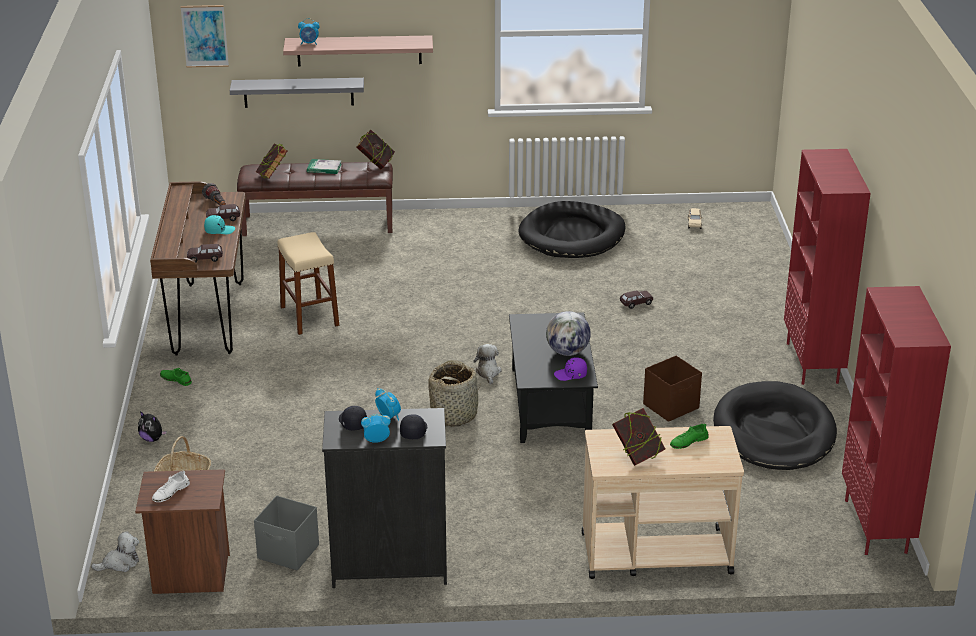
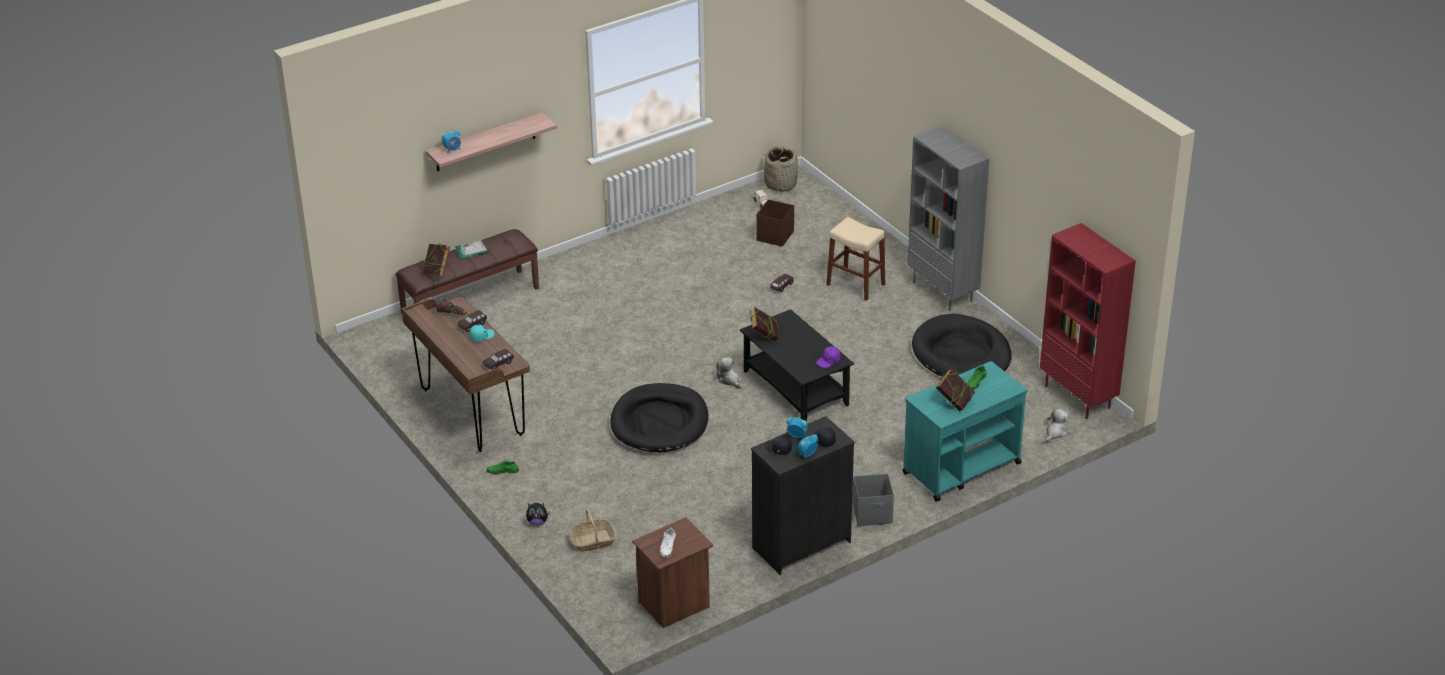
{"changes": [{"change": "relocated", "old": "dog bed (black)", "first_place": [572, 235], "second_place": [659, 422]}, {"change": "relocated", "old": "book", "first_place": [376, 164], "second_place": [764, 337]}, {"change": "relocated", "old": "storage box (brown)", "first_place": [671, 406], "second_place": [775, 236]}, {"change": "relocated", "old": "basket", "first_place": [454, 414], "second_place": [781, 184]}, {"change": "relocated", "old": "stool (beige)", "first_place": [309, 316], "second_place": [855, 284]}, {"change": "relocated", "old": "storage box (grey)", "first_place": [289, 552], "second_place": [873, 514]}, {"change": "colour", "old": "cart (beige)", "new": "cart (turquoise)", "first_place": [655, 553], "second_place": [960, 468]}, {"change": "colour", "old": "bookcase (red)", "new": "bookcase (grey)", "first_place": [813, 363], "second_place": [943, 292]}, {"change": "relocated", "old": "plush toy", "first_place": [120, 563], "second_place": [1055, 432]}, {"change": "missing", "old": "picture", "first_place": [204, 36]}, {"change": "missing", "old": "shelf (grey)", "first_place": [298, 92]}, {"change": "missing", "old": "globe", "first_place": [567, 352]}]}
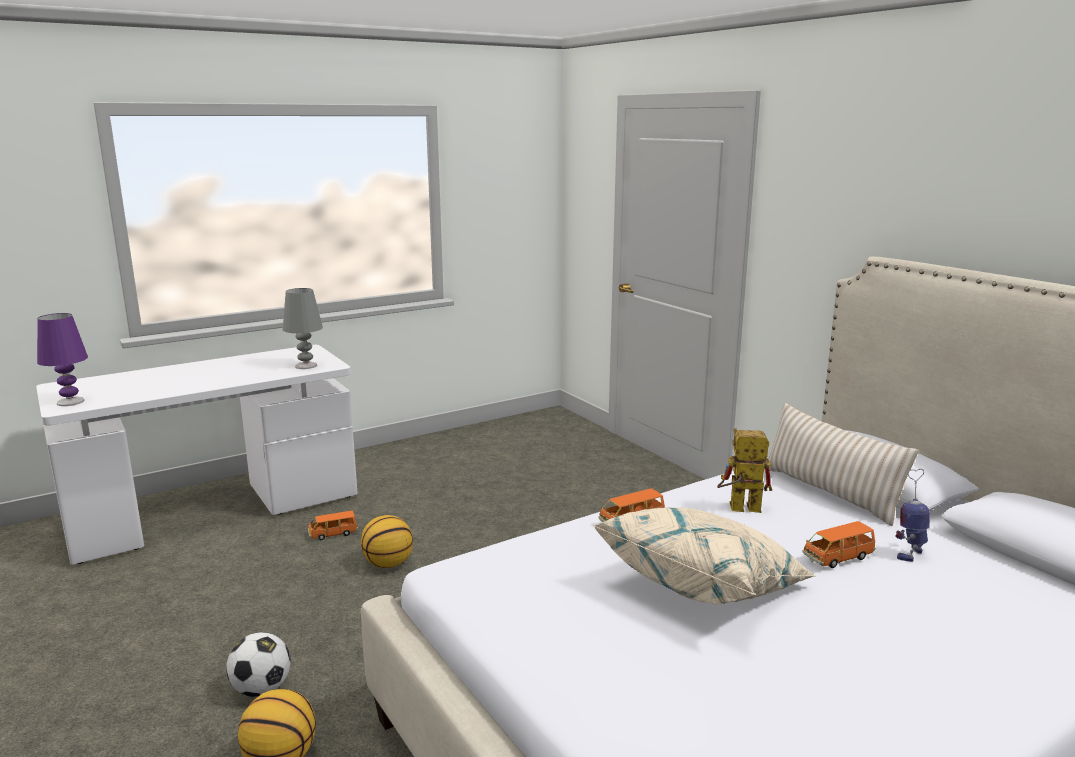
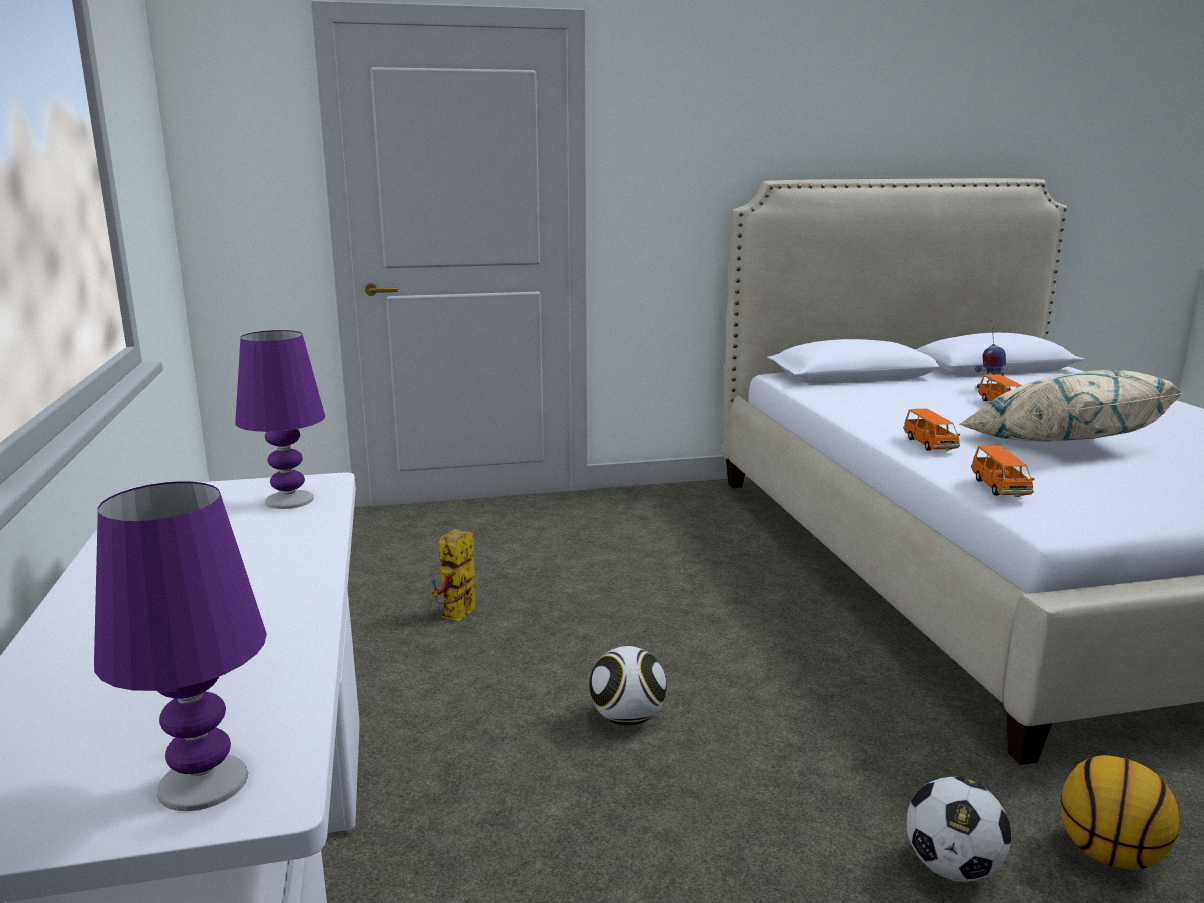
{"changes": [{"change": "colour", "old": "table lamp (grey)", "new": "table lamp (purple)", "first_place": [306, 365], "second_place": [289, 500]}, {"change": "relocated", "old": "toy robot", "first_place": [738, 509], "second_place": [457, 617]}, {"change": "exchanged", "old": "basketball", "new": "football", "first_place": [388, 564], "second_place": [628, 718]}, {"change": "relocated", "old": "toy car (orange)", "first_place": [333, 534], "second_place": [999, 488]}, {"change": "missing", "old": "pillow (beige)", "first_place": [829, 492]}]}
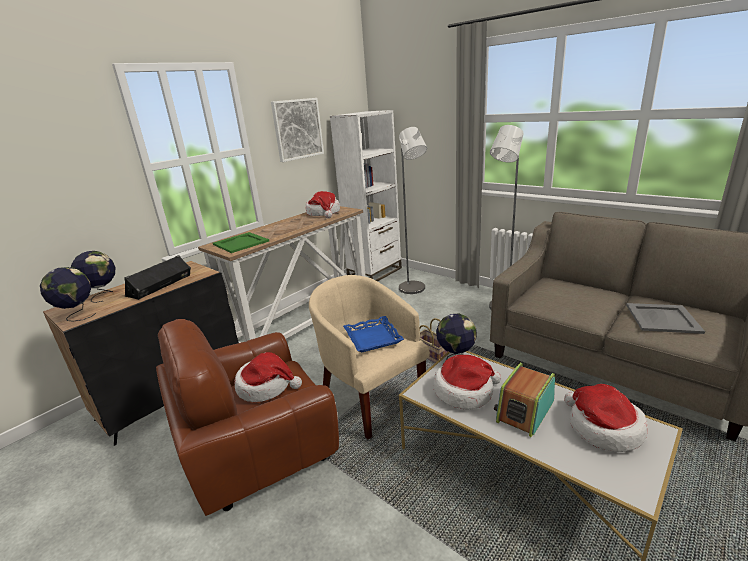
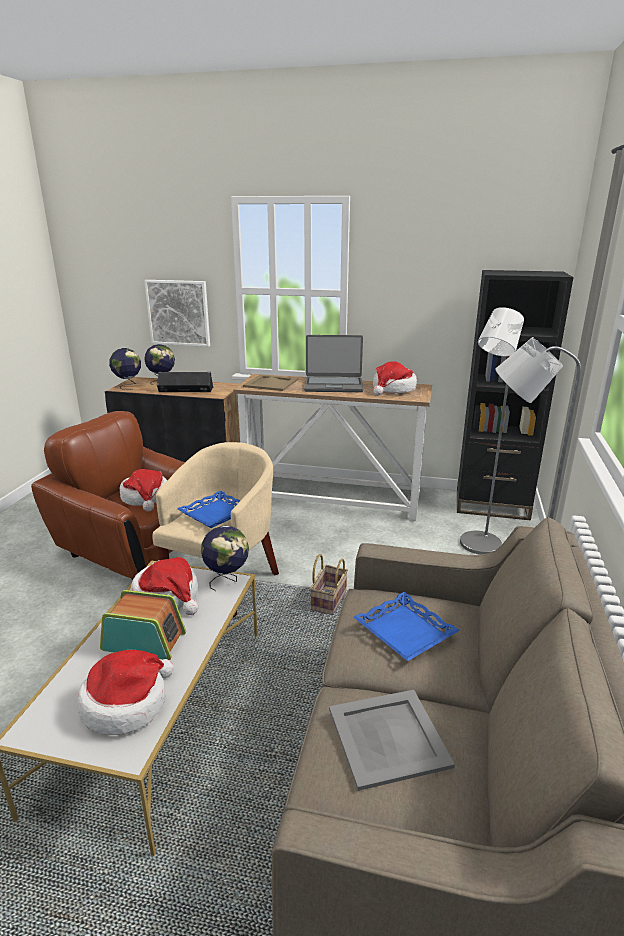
{"changes": [{"change": "relocated", "old": "picture", "first_place": [297, 129], "second_place": [178, 313]}, {"change": "colour", "old": "tray (green)", "new": "tray (beige)", "first_place": [240, 243], "second_place": [270, 383]}, {"change": "appeared", "new": "laptop", "second_place": [333, 385]}, {"change": "appeared", "new": "tray (blue)", "second_place": [404, 632]}, {"change": "colour", "old": "bookcase (white)", "new": "bookcase (black)", "first_place": [375, 272], "second_place": [492, 505]}]}
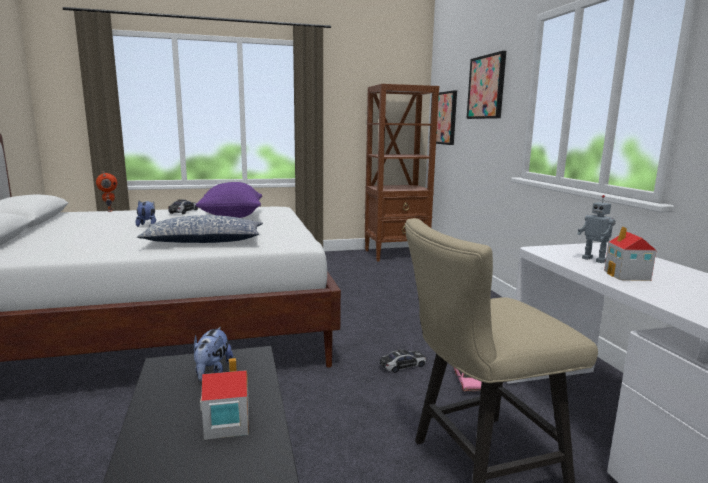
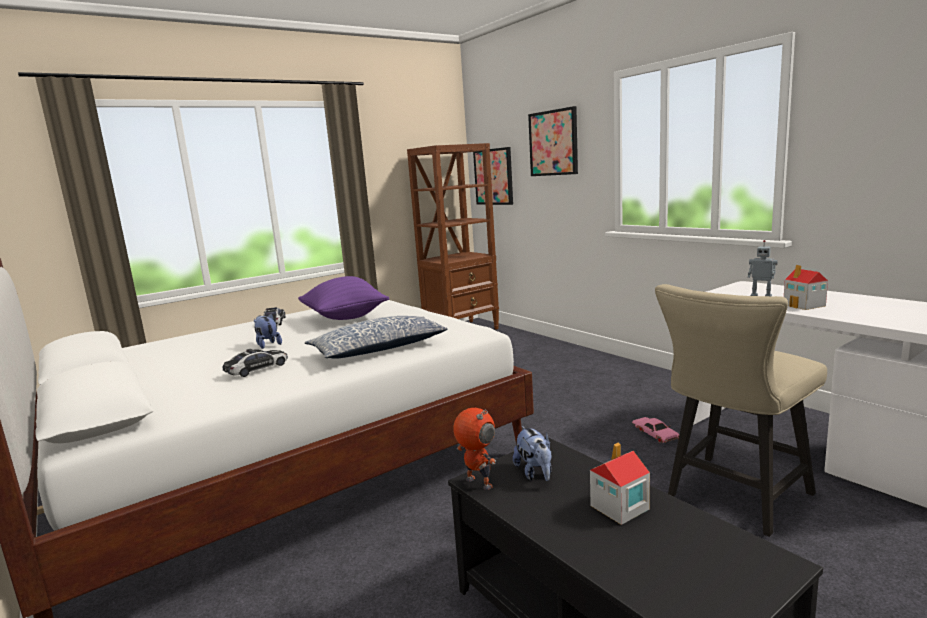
{"changes": [{"change": "relocated", "old": "toy car", "first_place": [402, 366], "second_place": [257, 369]}, {"change": "relocated", "old": "toy robot", "first_place": [109, 210], "second_place": [477, 484]}]}
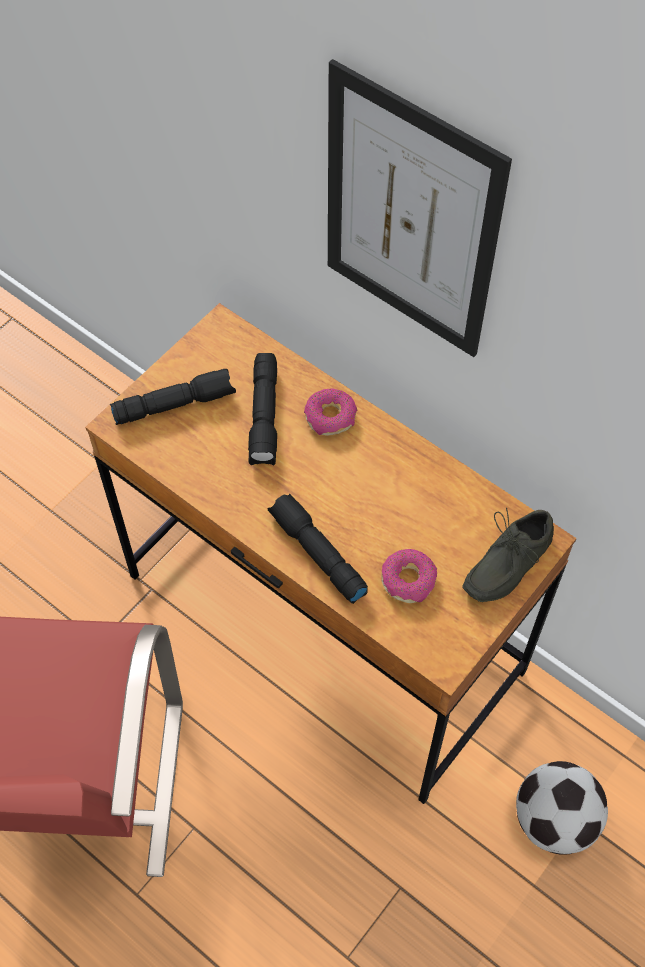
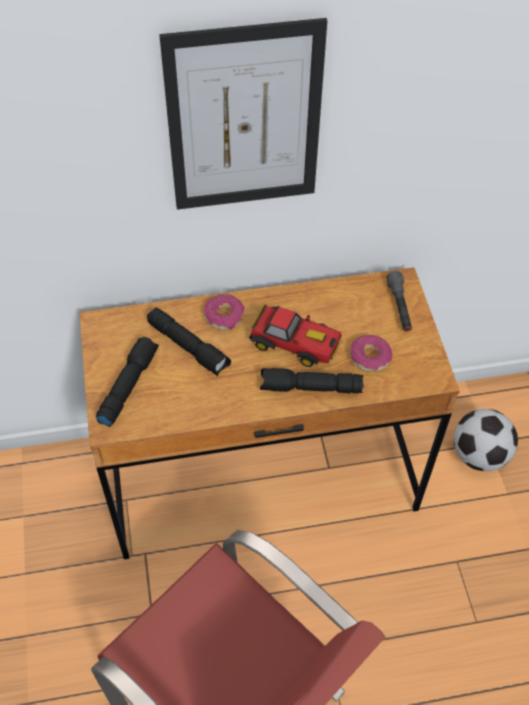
{"changes": [{"change": "appeared", "new": "toy car", "second_place": [295, 344]}, {"change": "exchanged", "old": "shoe (grey)", "new": "flashlight (grey)", "first_place": [504, 562], "second_place": [399, 307]}]}
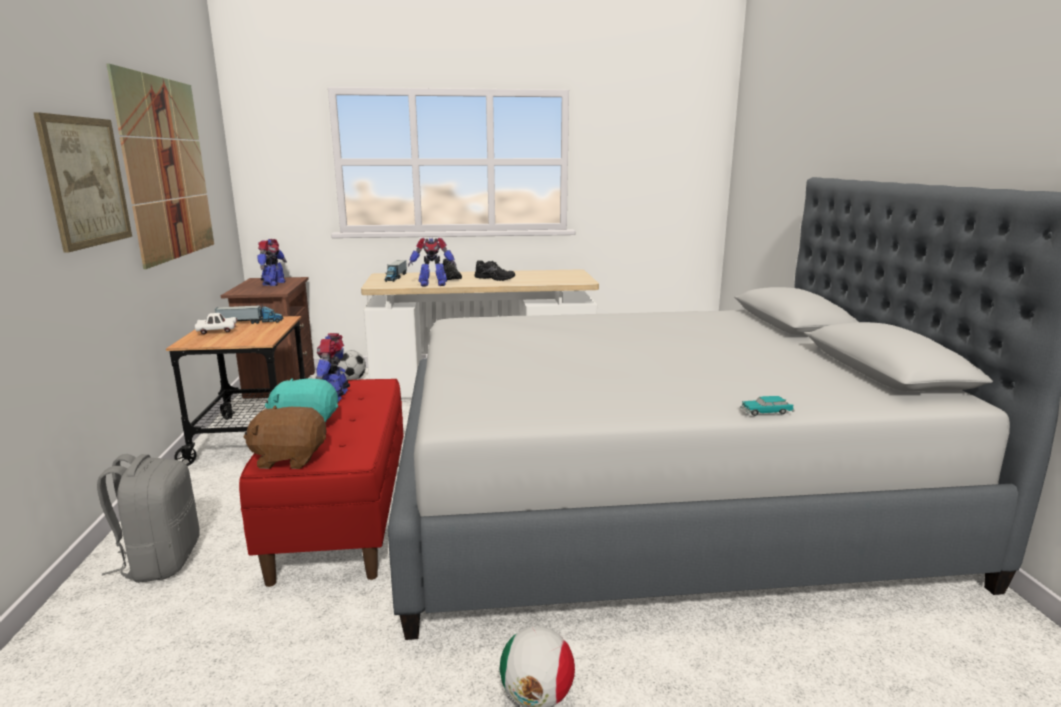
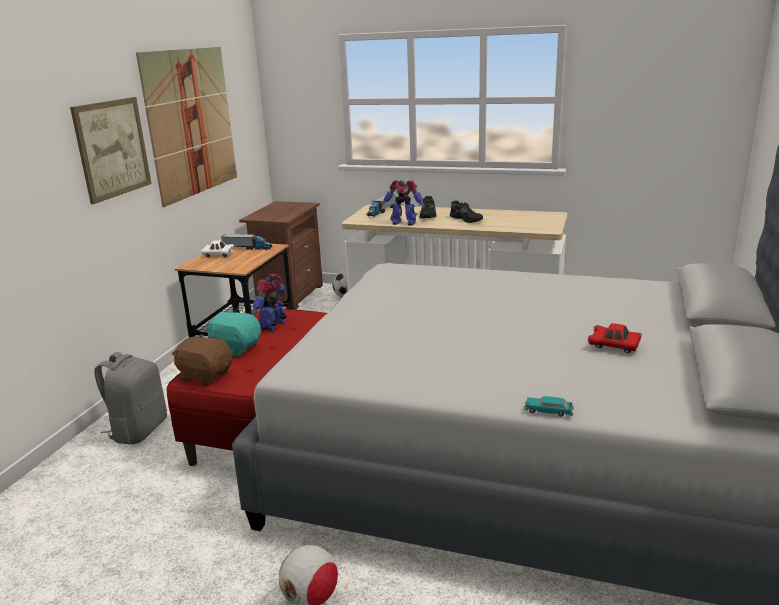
{"changes": [{"change": "appeared", "new": "toy car (red)", "second_place": [614, 346]}, {"change": "missing", "old": "toy robot", "first_place": [273, 283]}]}
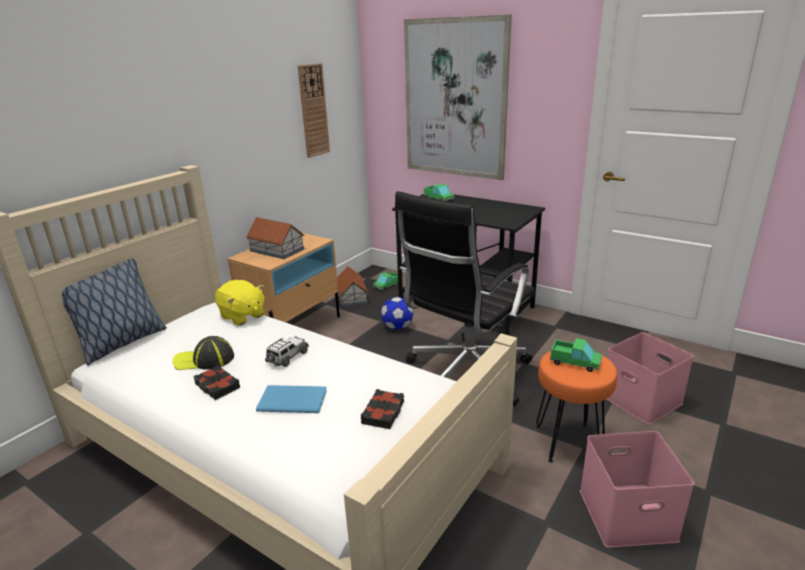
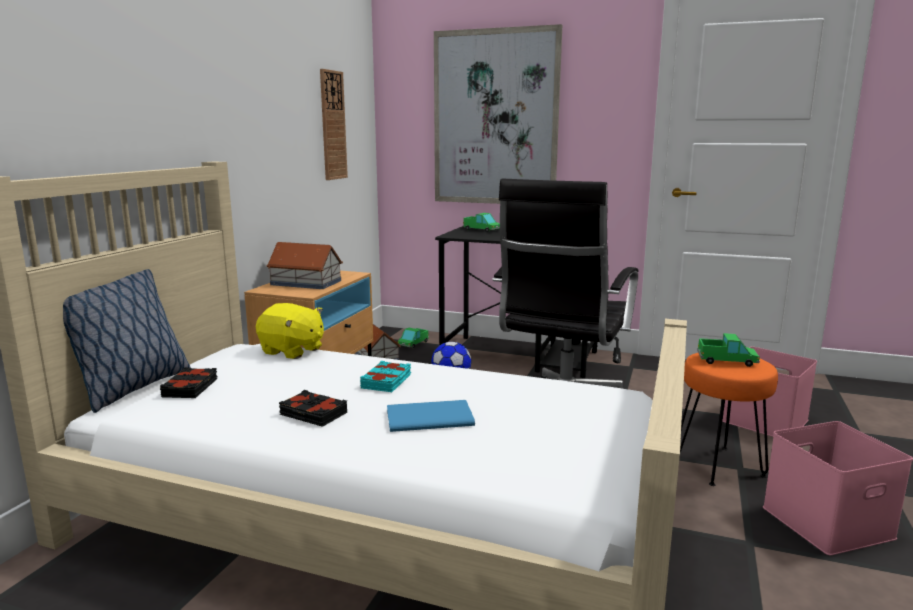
{"changes": [{"change": "relocated", "old": "book (black)", "first_place": [384, 413], "second_place": [191, 388]}, {"change": "exchanged", "old": "toy car", "new": "book (turquoise)", "first_place": [287, 357], "second_place": [387, 381]}, {"change": "missing", "old": "cap", "first_place": [204, 360]}]}
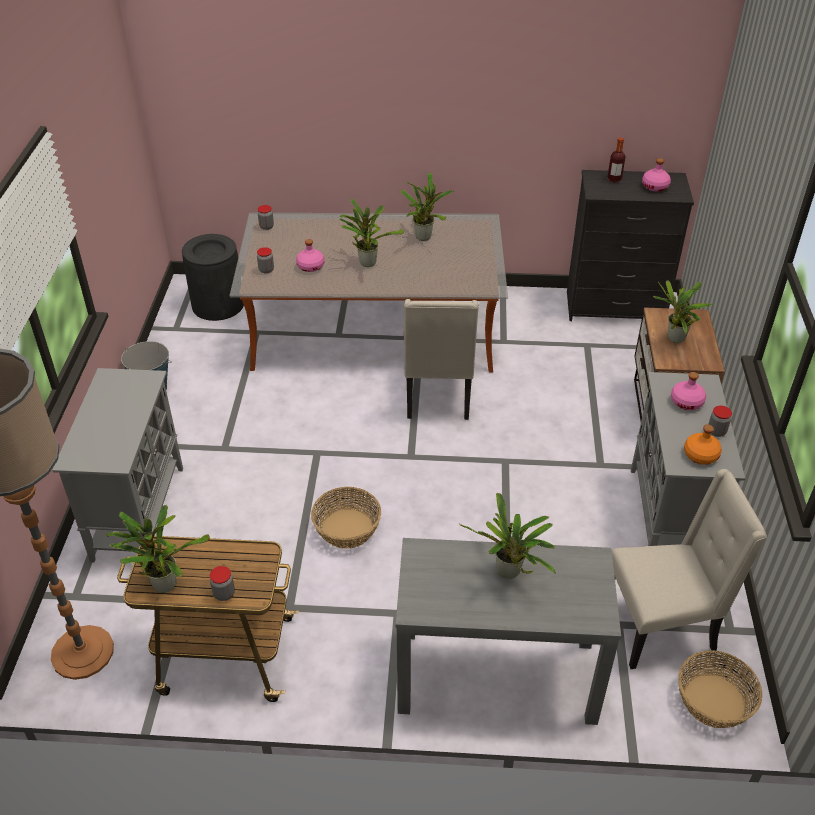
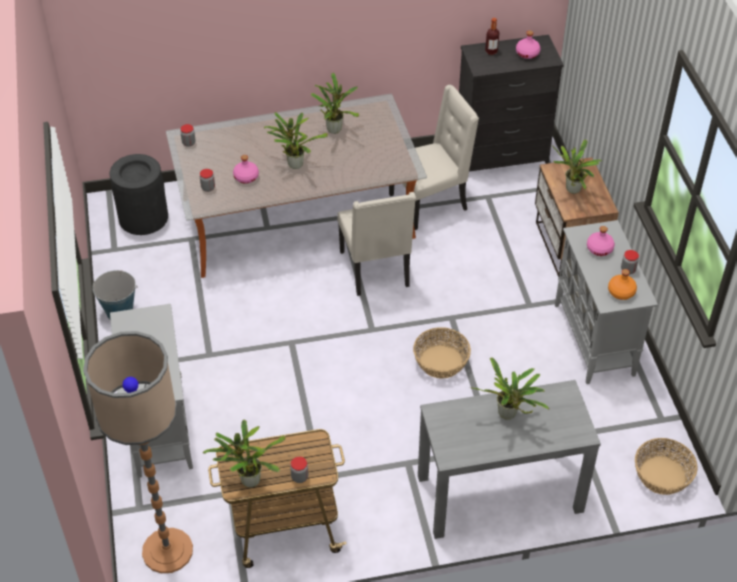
{"changes": [{"change": "relocated", "old": "chair (beige)", "first_place": [661, 626], "second_place": [430, 202]}, {"change": "relocated", "old": "basket", "first_place": [347, 528], "second_place": [441, 361]}]}
